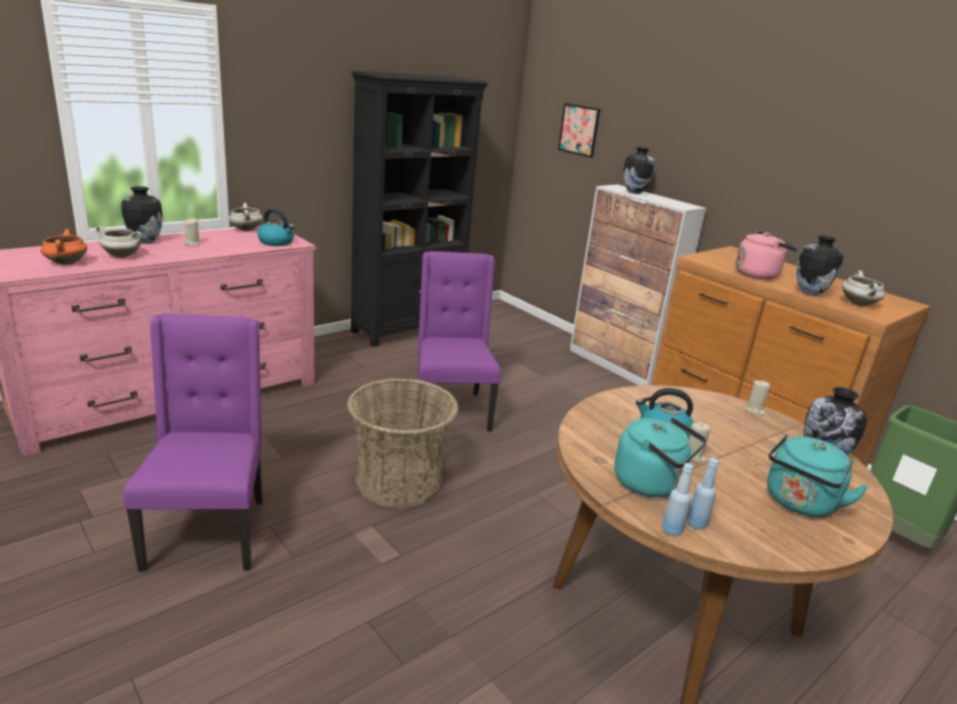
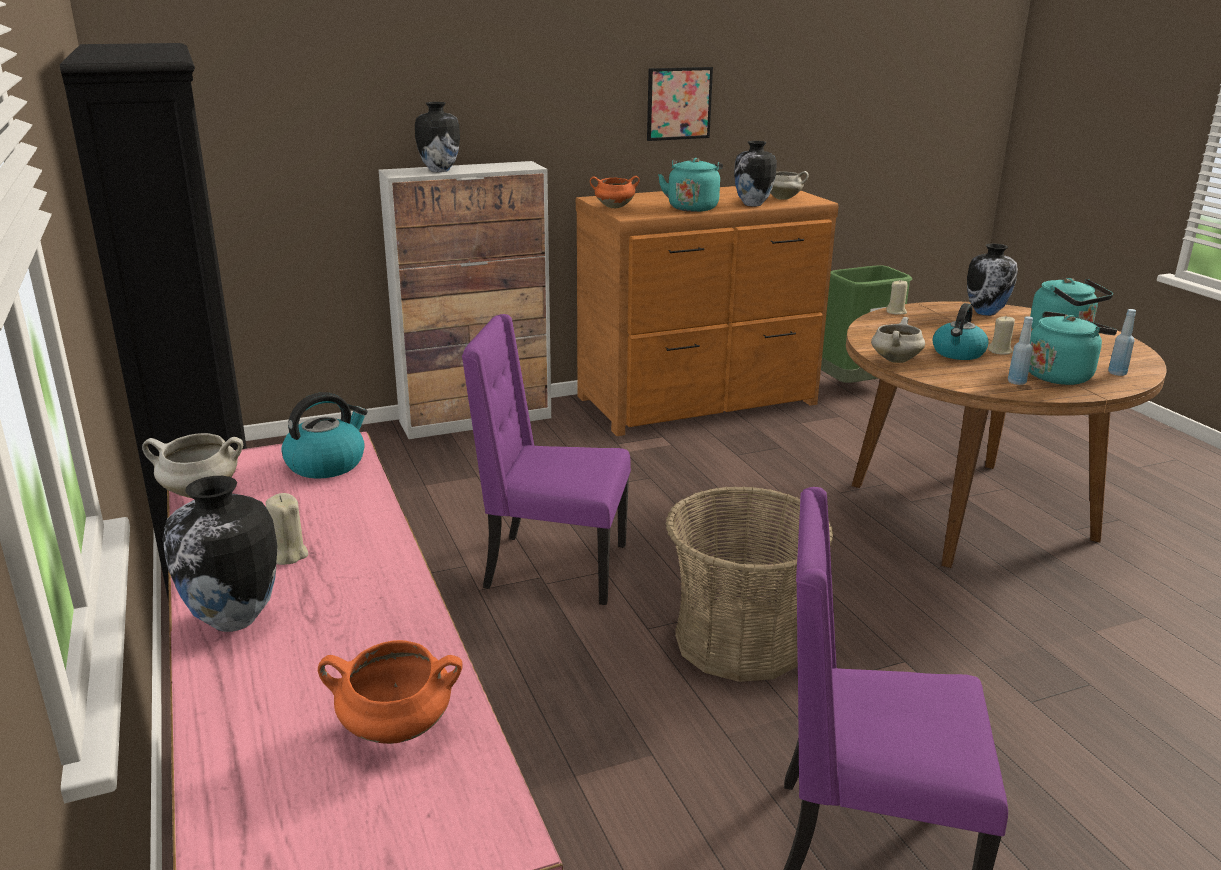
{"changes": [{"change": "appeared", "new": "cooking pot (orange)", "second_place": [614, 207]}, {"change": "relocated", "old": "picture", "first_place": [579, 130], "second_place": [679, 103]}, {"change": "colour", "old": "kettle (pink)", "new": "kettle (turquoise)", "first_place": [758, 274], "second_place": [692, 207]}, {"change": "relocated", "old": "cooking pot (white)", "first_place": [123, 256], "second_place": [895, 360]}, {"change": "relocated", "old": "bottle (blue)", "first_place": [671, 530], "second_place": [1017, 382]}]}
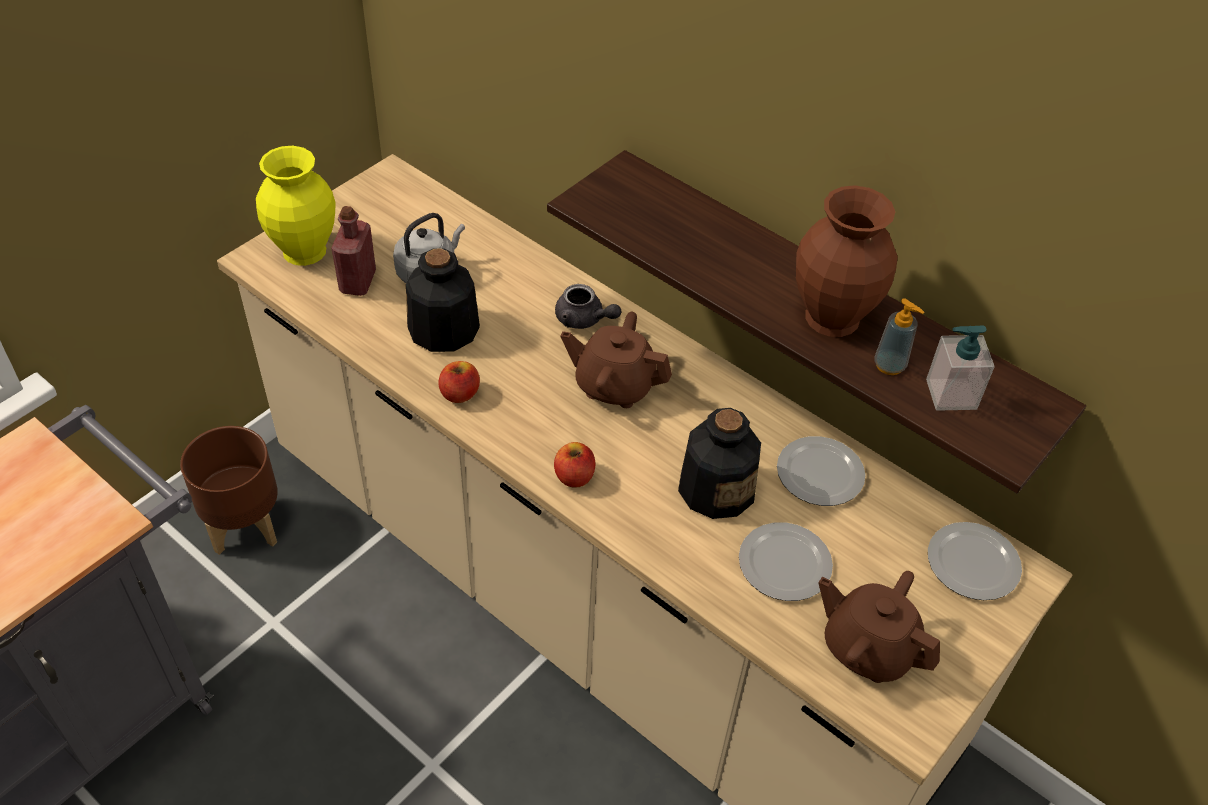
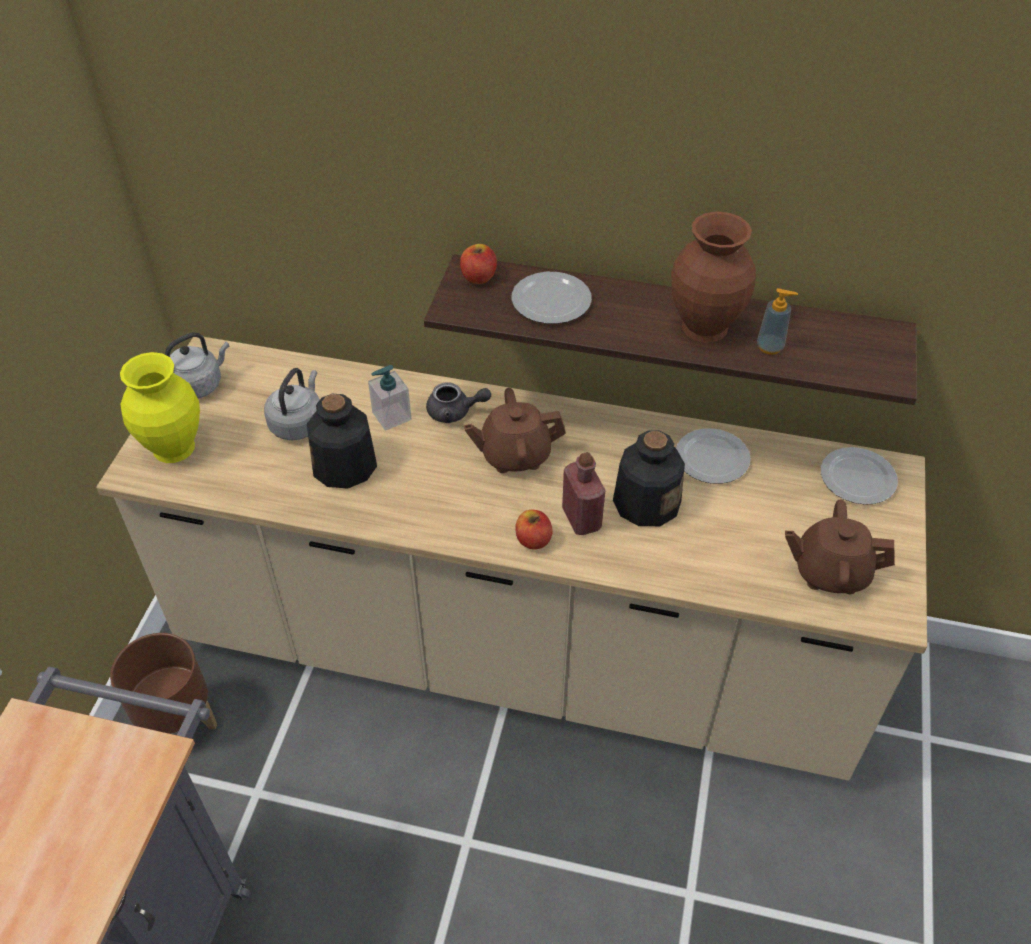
{"changes": [{"change": "appeared", "new": "kettle (grey)", "second_place": [199, 385]}, {"change": "relocated", "old": "soap dispenser", "first_place": [950, 394], "second_place": [391, 416]}, {"change": "relocated", "old": "apple", "first_place": [459, 394], "second_place": [478, 277]}, {"change": "relocated", "old": "plate", "first_place": [783, 563], "second_place": [549, 300]}, {"change": "relocated", "old": "bottle (red)", "first_place": [358, 282], "second_place": [581, 518]}]}
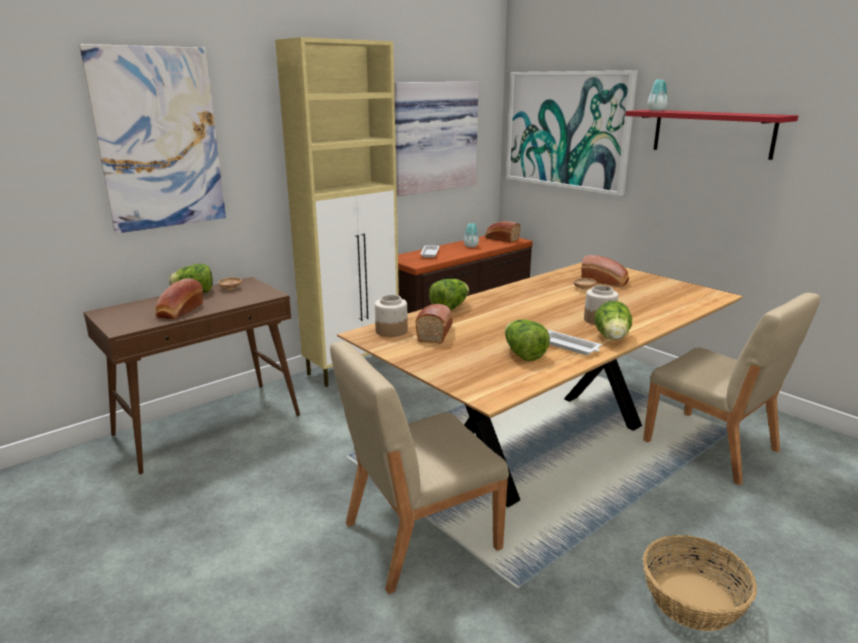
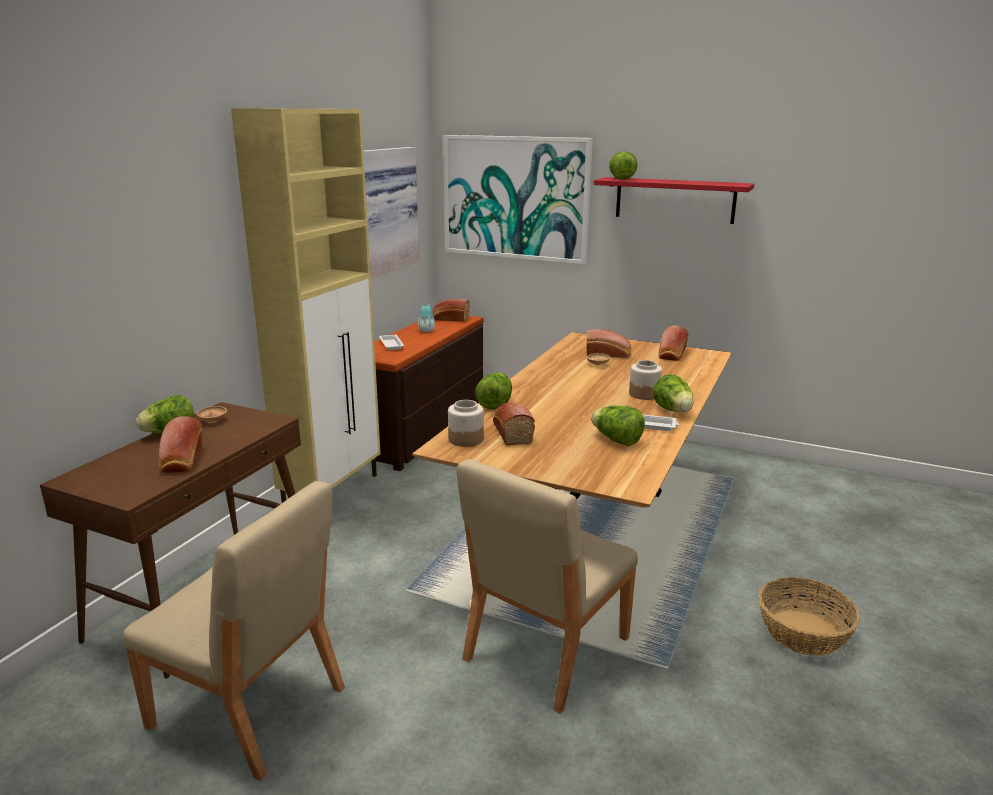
{"changes": [{"change": "relocated", "old": "chair (beige)", "first_place": [712, 447], "second_place": [249, 709]}, {"change": "exchanged", "old": "vase", "new": "lettuce", "first_place": [656, 110], "second_place": [621, 179]}, {"change": "appeared", "new": "bread", "second_place": [671, 354]}, {"change": "missing", "old": "picture", "first_place": [159, 139]}]}
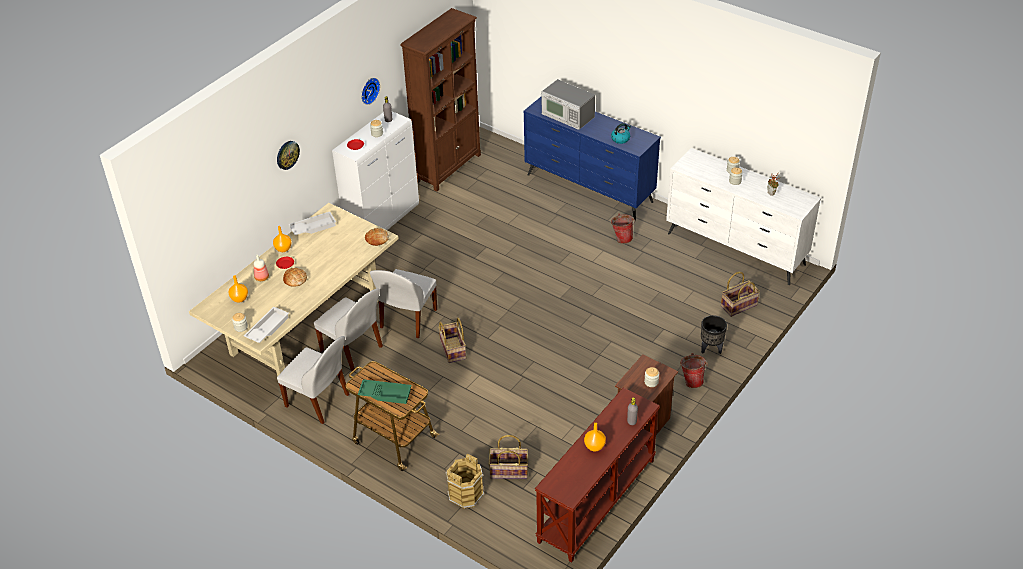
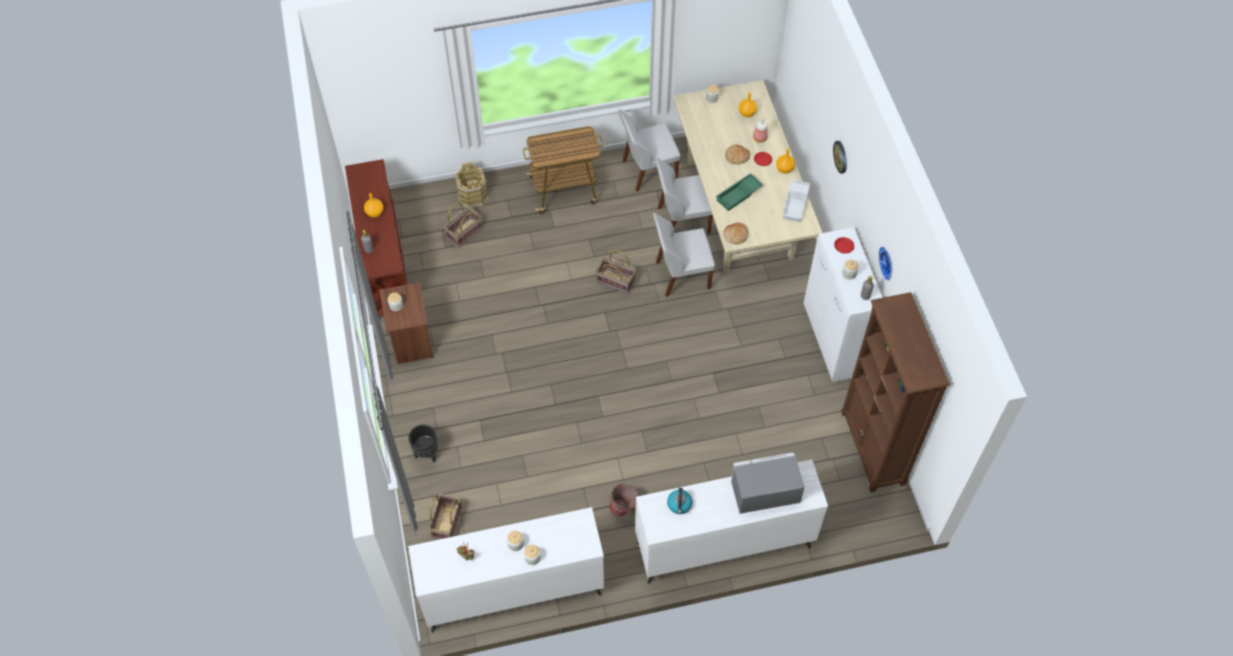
{"changes": [{"change": "colour", "old": "dresser (blue)", "new": "dresser (white)", "first_place": [589, 189], "second_place": [723, 544]}, {"change": "spun", "old": "chair (white)", "first_place": [407, 320], "second_place": [681, 275], "degrees": -75}, {"change": "relocated", "old": "tray (green)", "first_place": [385, 393], "second_place": [739, 195]}, {"change": "missing", "old": "tray (white)", "first_place": [267, 328]}, {"change": "missing", "old": "bucket", "first_place": [692, 380]}]}
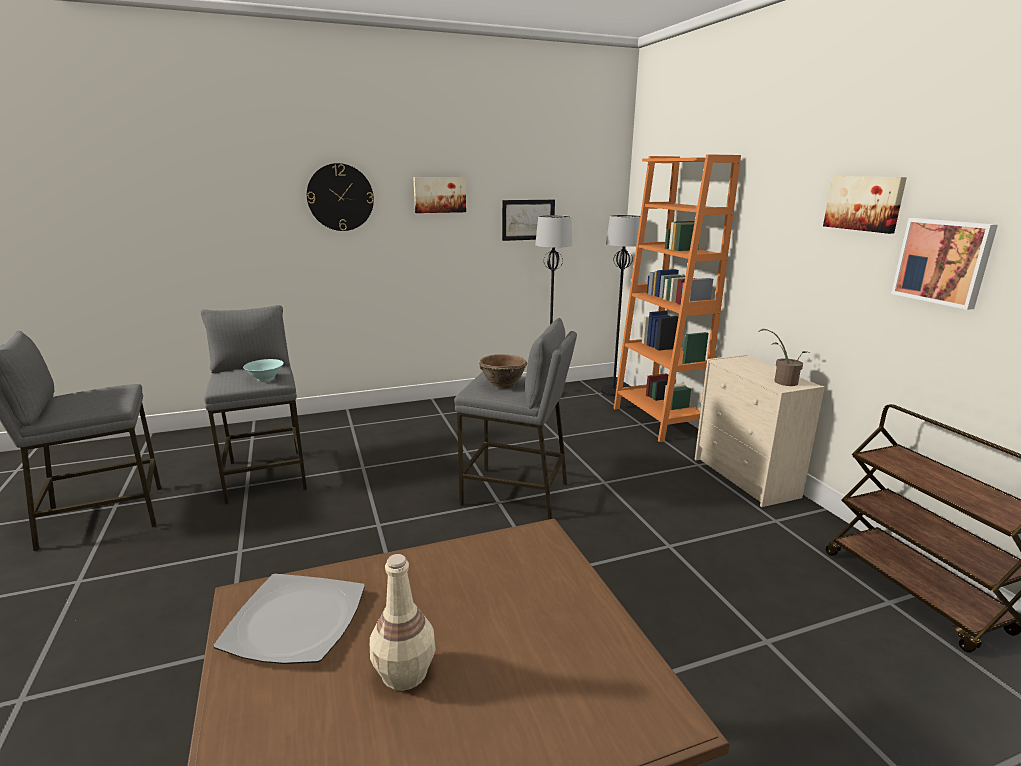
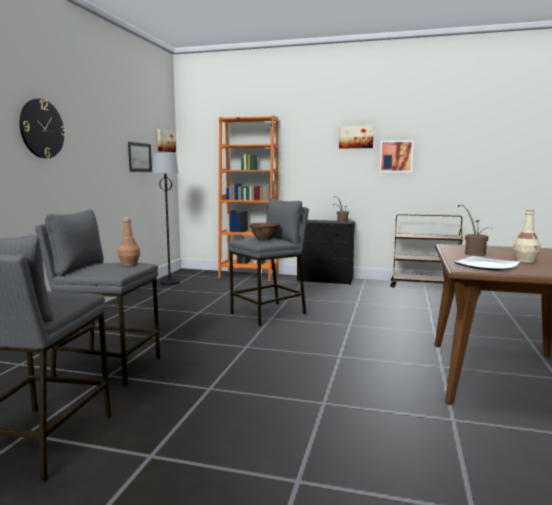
{"changes": [{"change": "exchanged", "old": "bowl (turquoise)", "new": "bottle (brown)", "first_place": [265, 378], "second_place": [129, 264]}, {"change": "relocated", "old": "picture", "first_place": [439, 194], "second_place": [165, 141]}, {"change": "colour", "old": "dresser (beige)", "new": "dresser (black)", "first_place": [746, 478], "second_place": [326, 280]}, {"change": "appeared", "new": "potted plant", "second_place": [473, 253]}, {"change": "missing", "old": "floor lamp (black)", "first_place": [613, 391]}]}
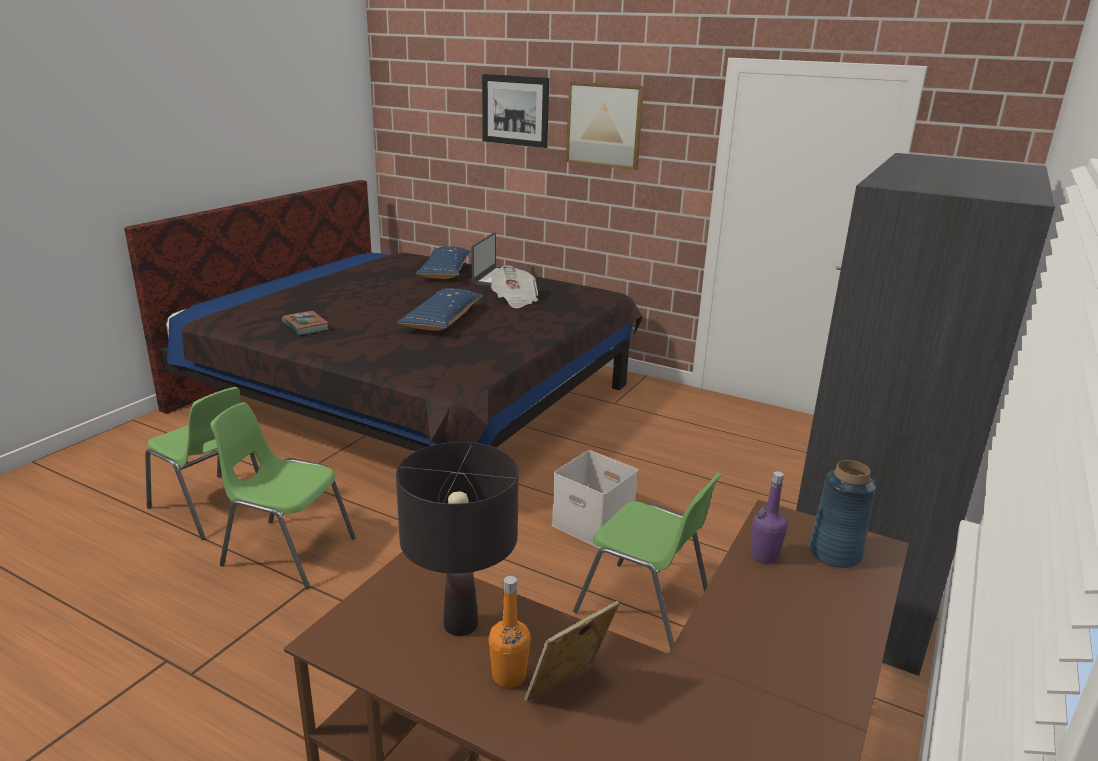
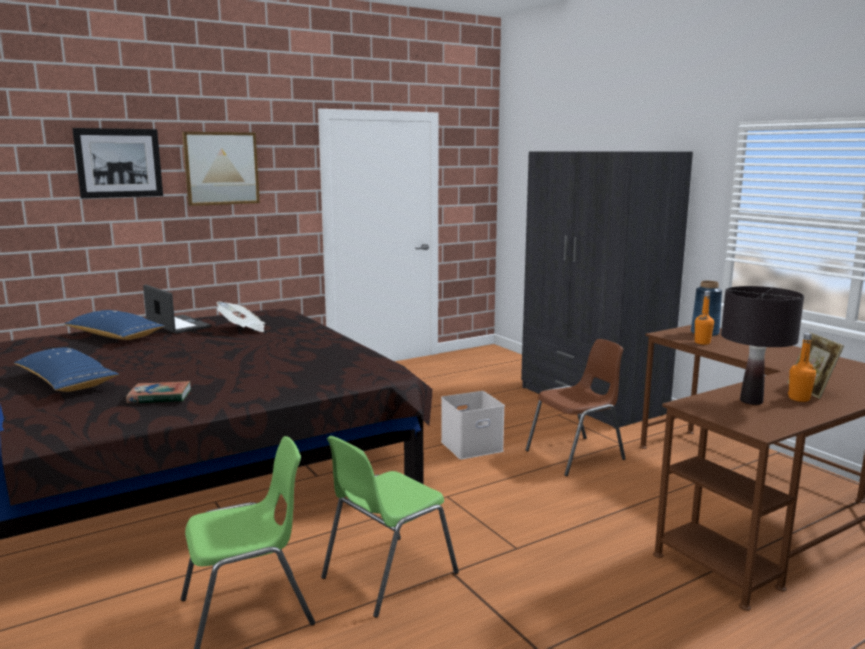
{"changes": [{"change": "relocated", "old": "pillow (blue)", "first_place": [442, 320], "second_place": [66, 382]}, {"change": "colour", "old": "chair (green)", "new": "chair (brown)", "first_place": [645, 608], "second_place": [577, 455]}, {"change": "colour", "old": "bottle (purple)", "new": "bottle (orange)", "first_place": [764, 556], "second_place": [702, 342]}]}
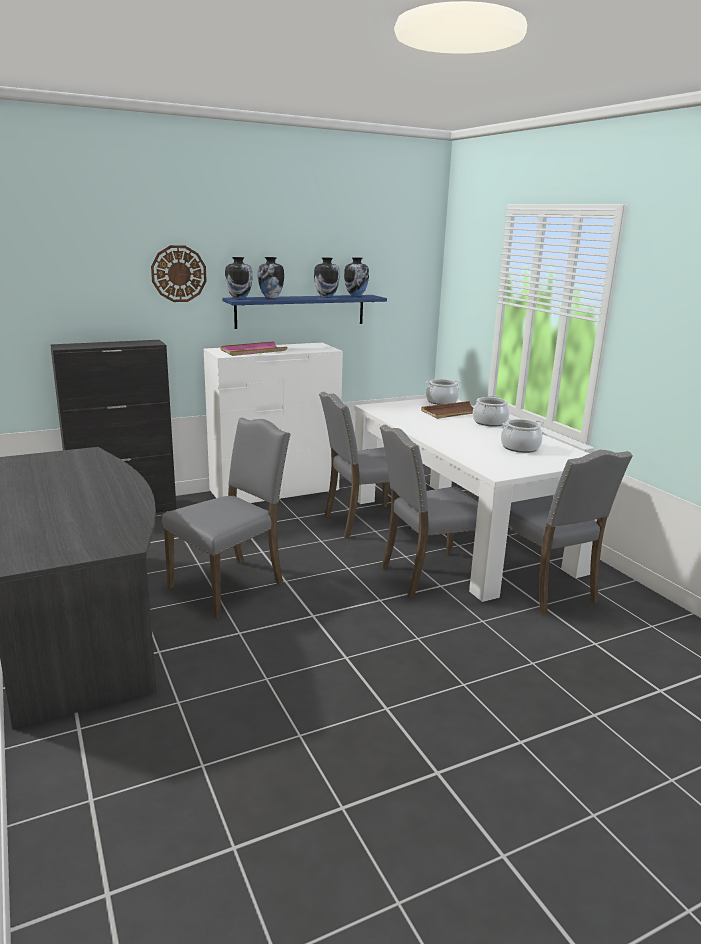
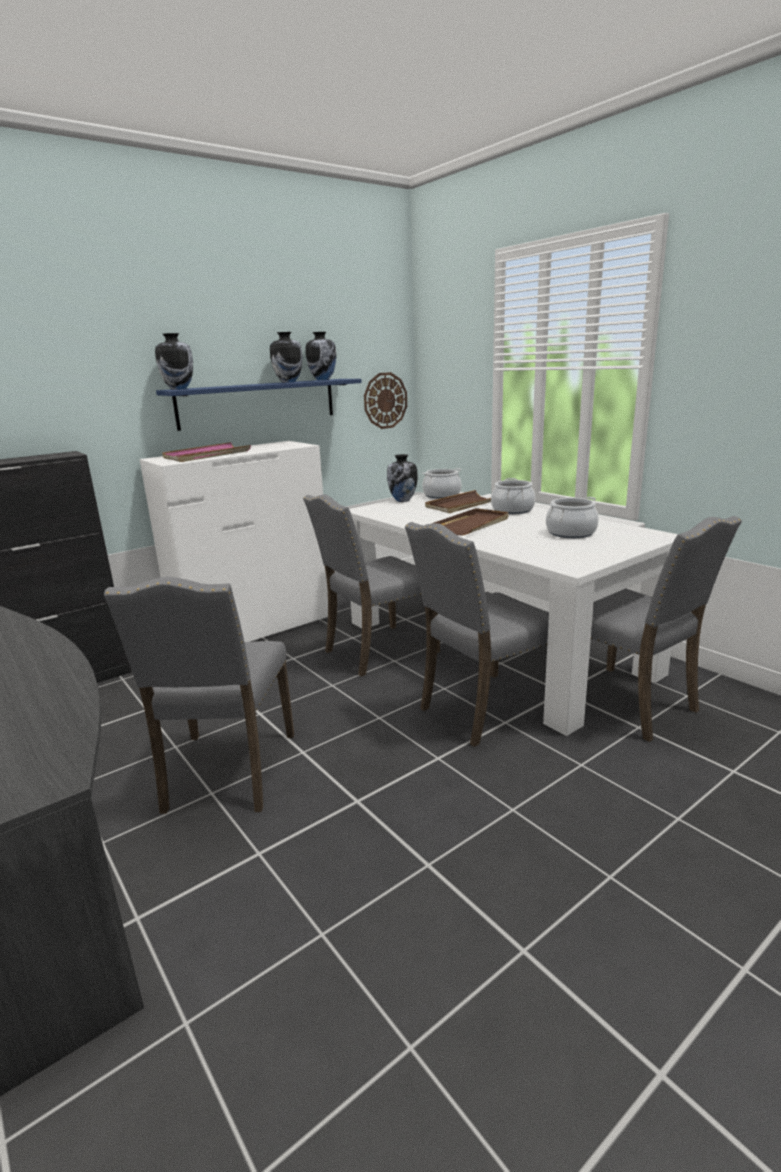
{"changes": [{"change": "spun", "old": "chair (grey)", "first_place": [230, 585], "second_place": [227, 773], "degrees": 150}, {"change": "relocated", "old": "wall clock", "first_place": [179, 273], "second_place": [385, 400]}, {"change": "relocated", "old": "vase", "first_place": [271, 297], "second_place": [403, 500]}, {"change": "appeared", "new": "tray (brown)", "second_place": [472, 525]}]}
